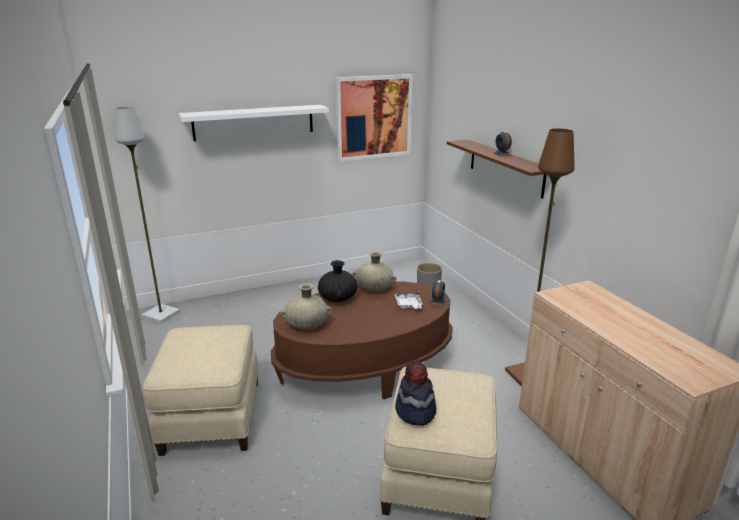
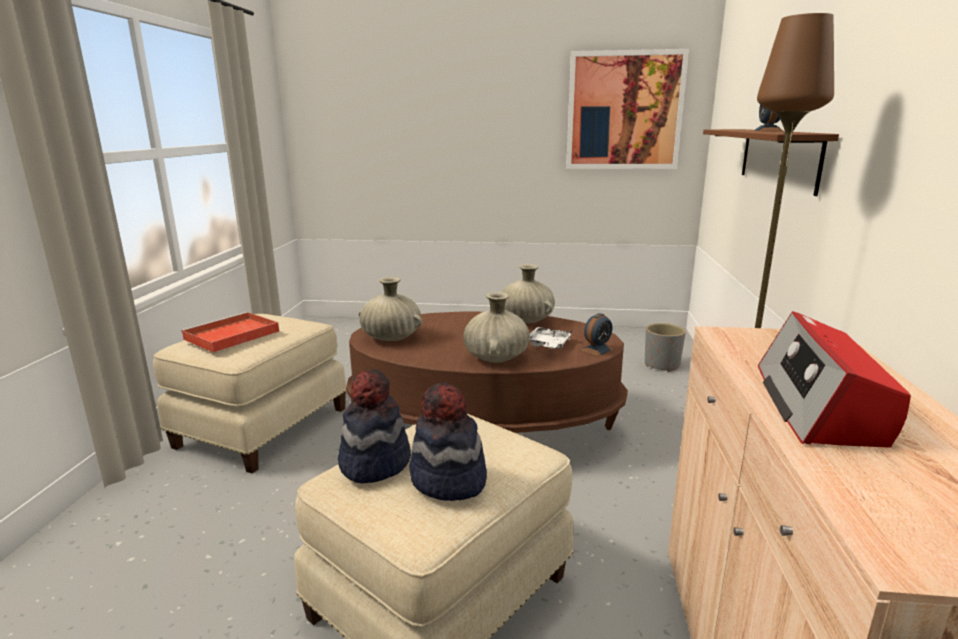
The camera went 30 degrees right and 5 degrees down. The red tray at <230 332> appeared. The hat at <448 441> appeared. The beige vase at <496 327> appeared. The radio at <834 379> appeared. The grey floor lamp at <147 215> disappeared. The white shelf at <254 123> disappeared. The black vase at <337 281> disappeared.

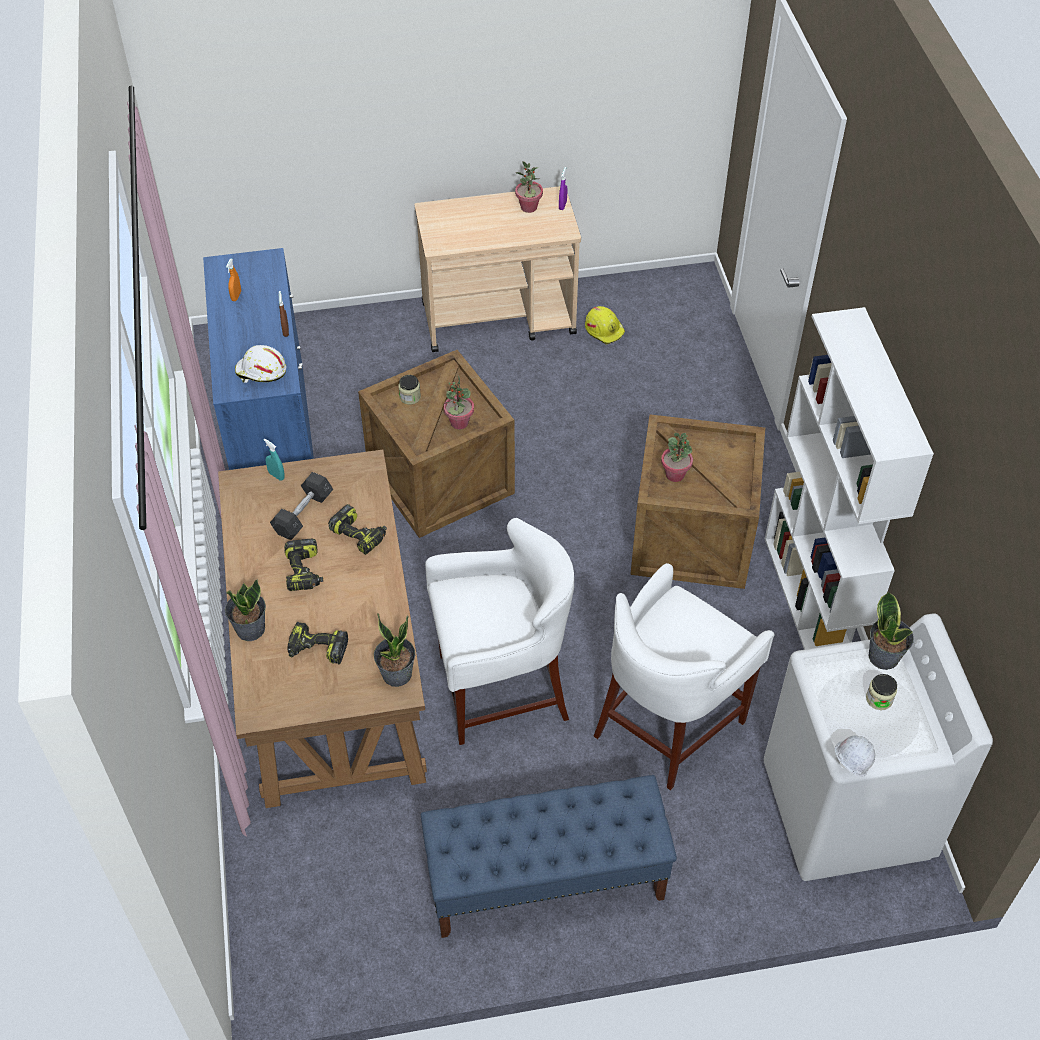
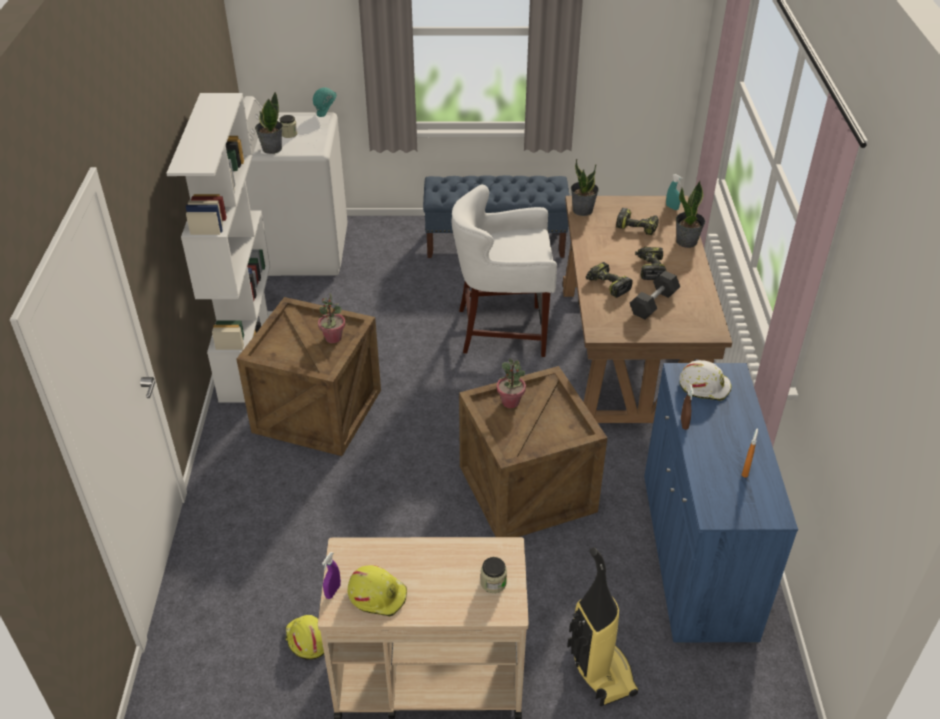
The camera went 170 degrees left and 10 degrees down. The white hard hat at <855 752> became the turquoise hard hat at <325 102>. The potted plant at <529 187> was replaced by the yellow hard hat at <377 591>. The jar moved from <410 390> to <494 575>. The vacuum cleaner at <602 627> appeared. The turquoise spray bottle moved from <274 460> to <674 192>. The white stool at <684 676> disappeared.

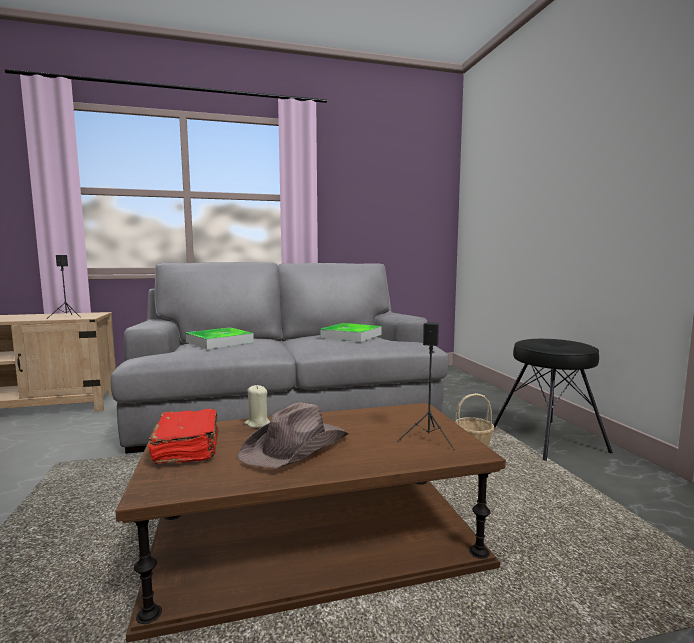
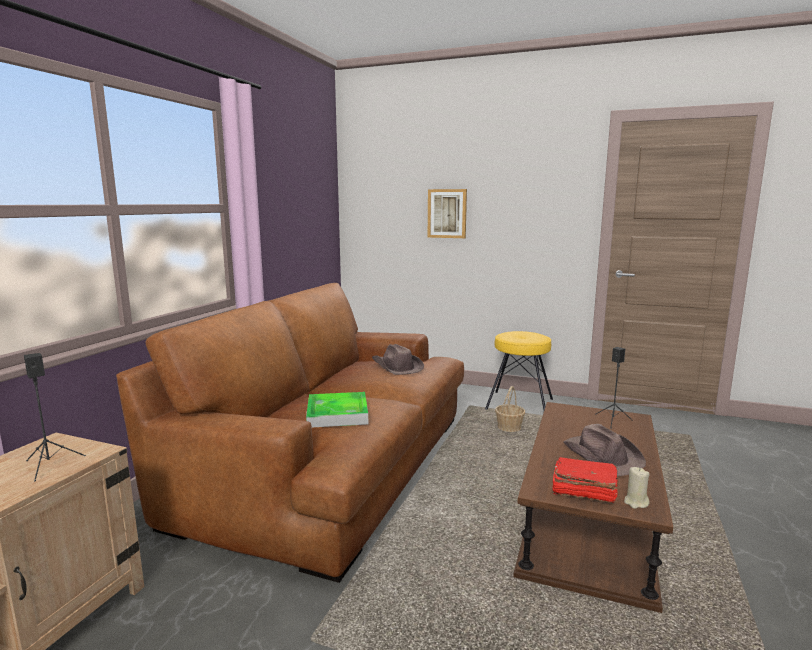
The camera went 55 degrees left and 5 degrees up. The grey sofa at <280 358> became the brown sofa at <290 433>. The tray at <351 332> was replaced by the brown hat at <398 359>. The picture at <447 213> appeared. The black stool at <553 400> became the yellow stool at <519 370>. The beige candle moved from <257 406> to <637 488>.

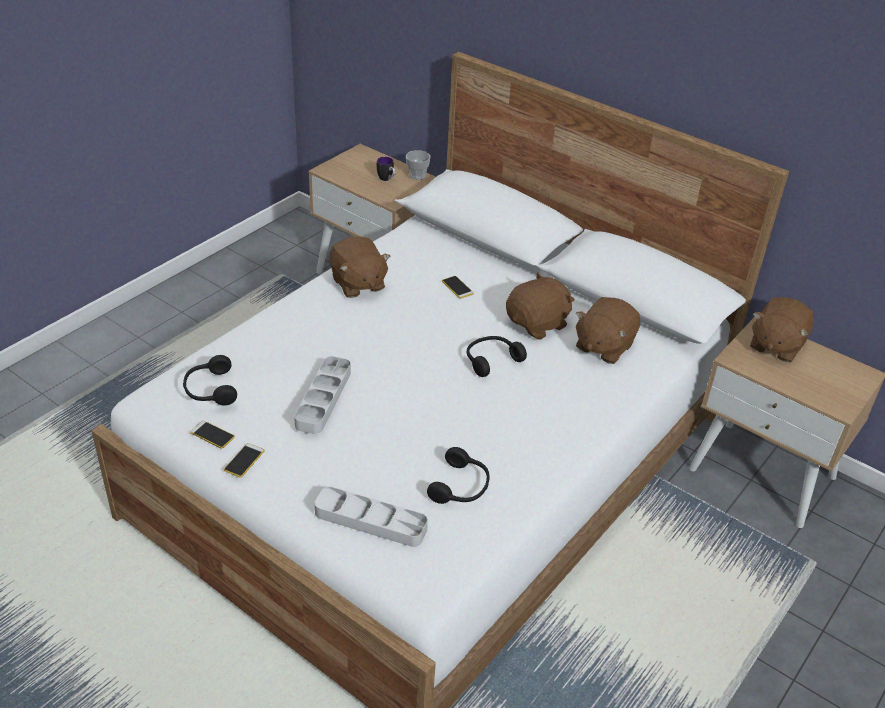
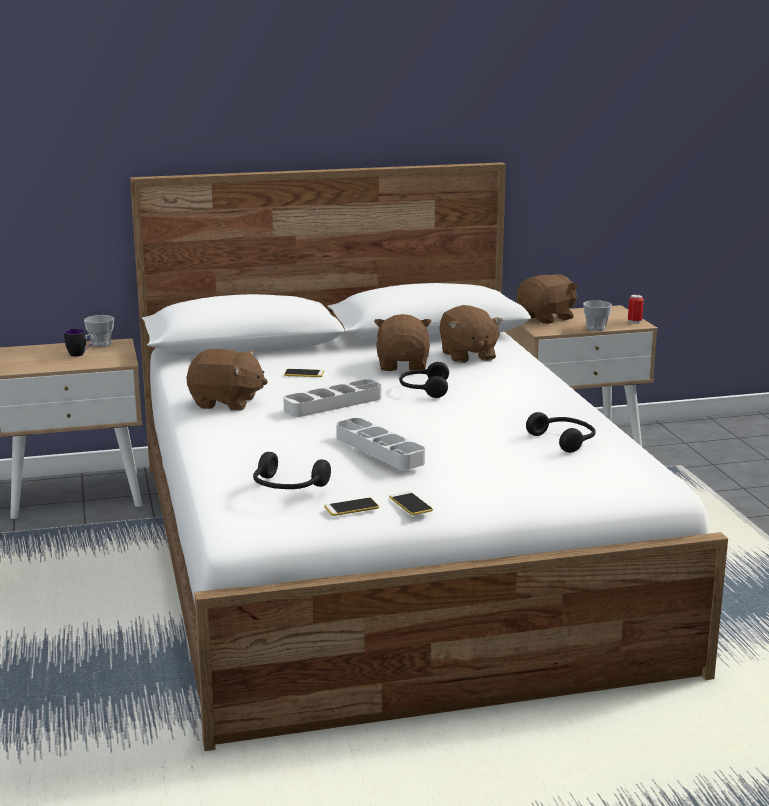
The camera went 50 degrees left and 20 degrees down. The grey tray moved from <371 517> to <332 398>. The brown plush toy at <781 329> turned 105 degrees counterclockwise. The cup at <597 315> appeared. The can at <636 309> appeared.

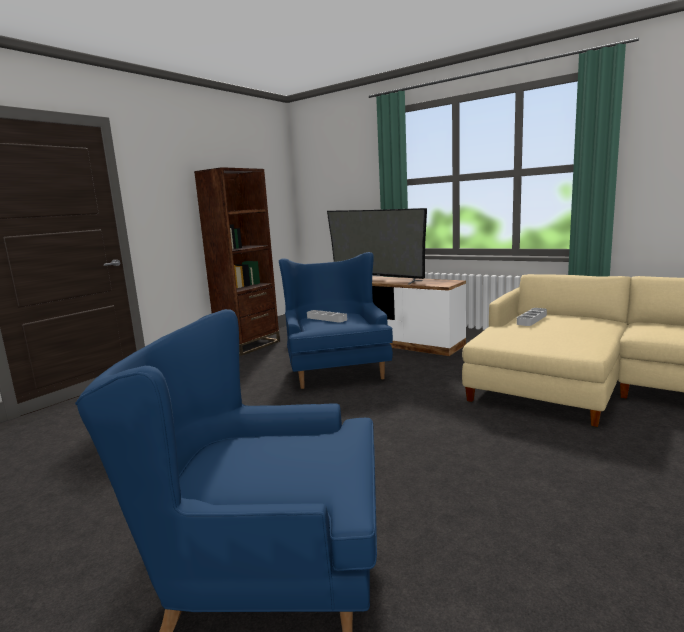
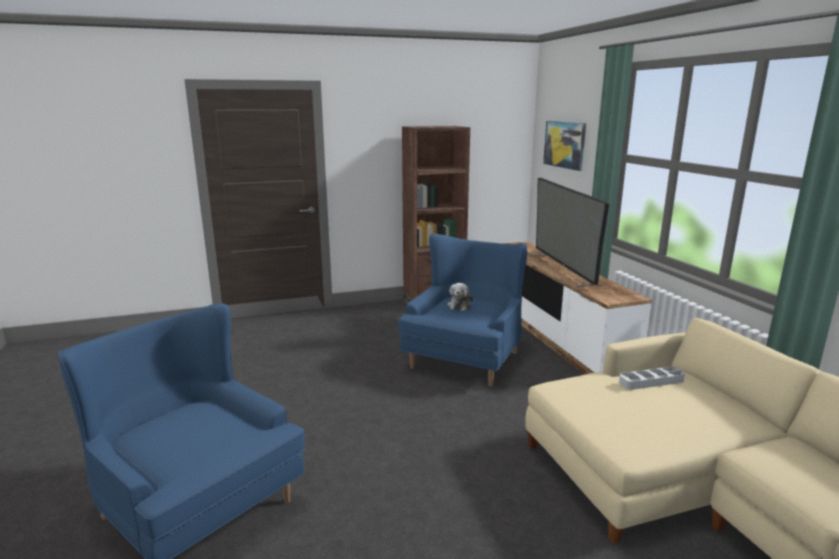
The camera went 35 degrees right and 5 degrees up. The grey tray at <327 316> was replaced by the plush toy at <460 297>. The picture at <564 146> appeared.

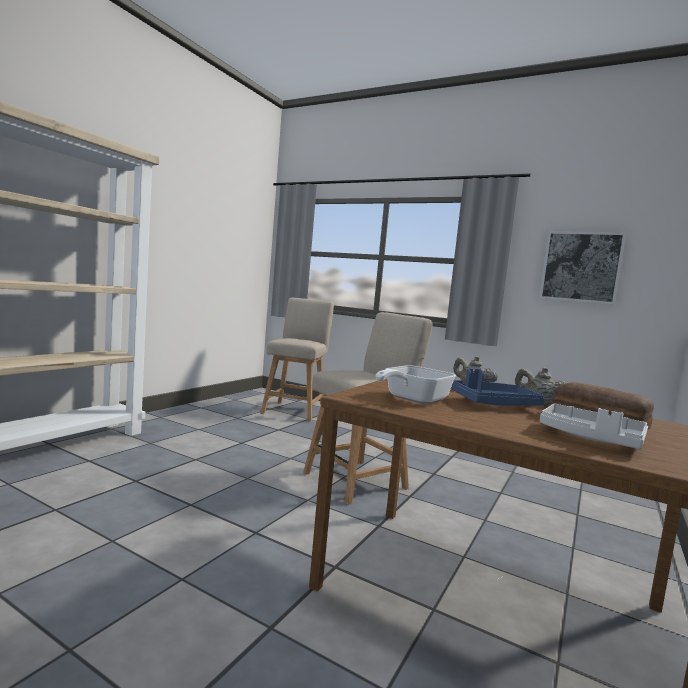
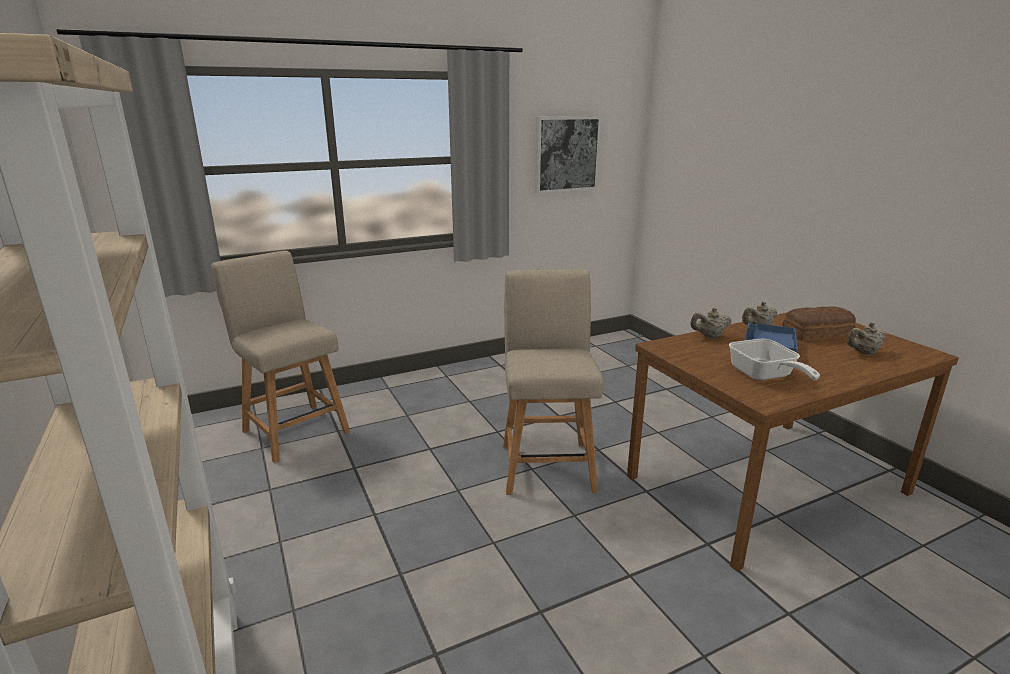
The camera went 55 degrees left and 15 degrees up. The grey tray at <594 426> was replaced by the beige teapot at <866 338>.

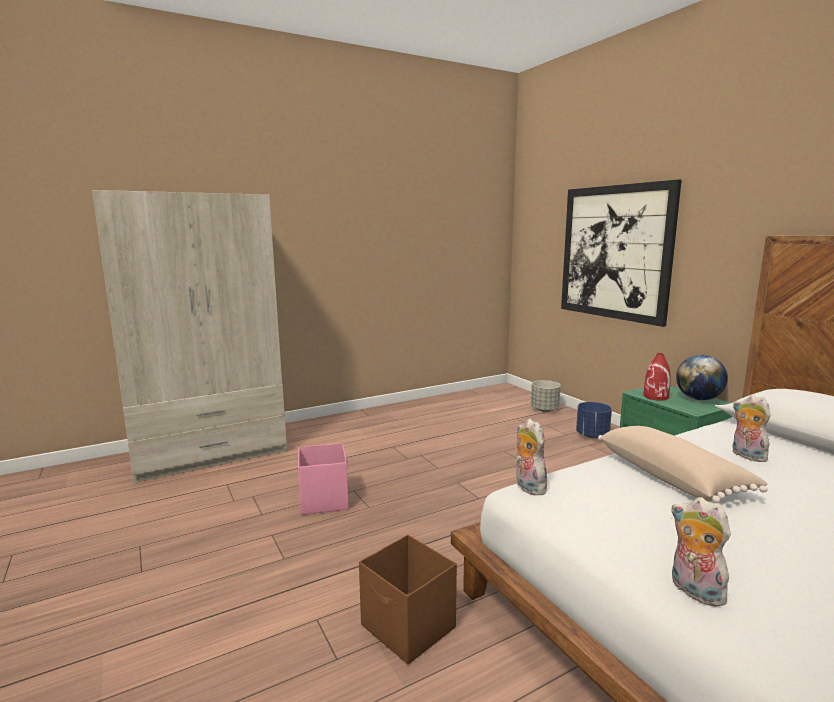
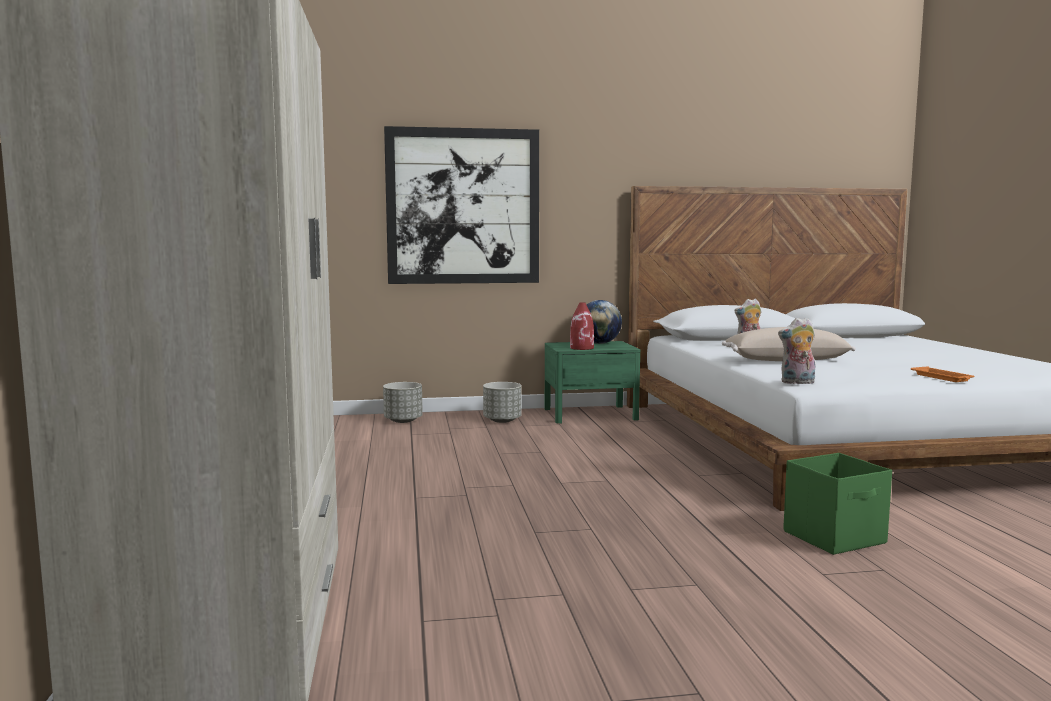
The camera went 70 degrees left and 5 degrees down. The blue planter at <594 420> became the grey planter at <502 402>. The brown storage box at <408 599> became the green storage box at <837 504>. The plush toy at <701 552> was replaced by the orange tray at <943 374>. The pink storage box at <323 479> disappeared.

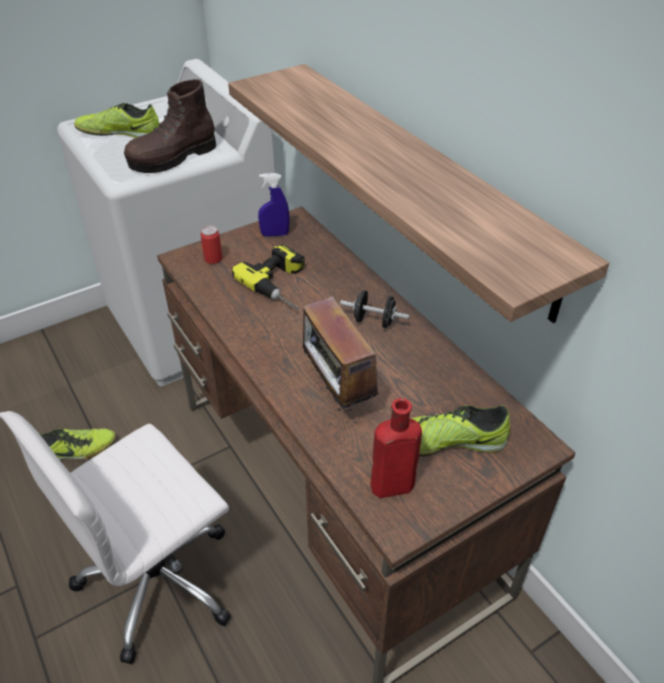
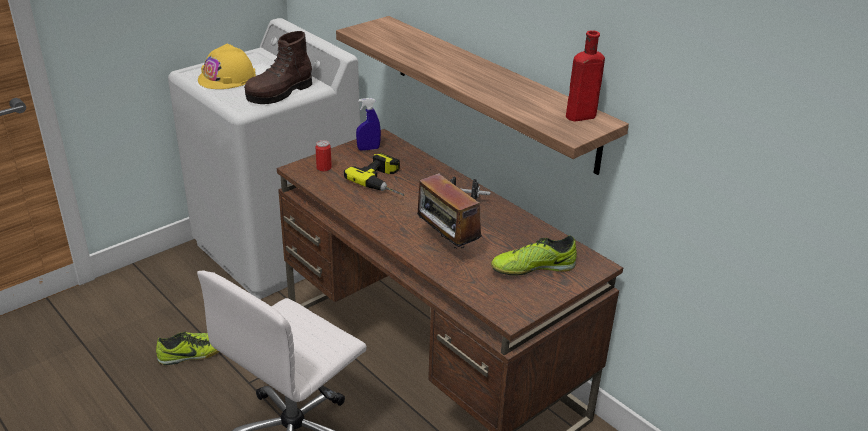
The camera went 10 degrees left and 10 degrees down. The shoe at <116 120> was replaced by the yellow hard hat at <227 66>. The red bottle moved from <396 448> to <585 76>.

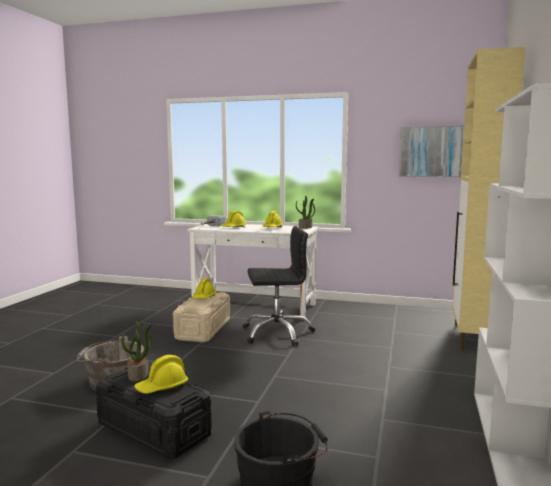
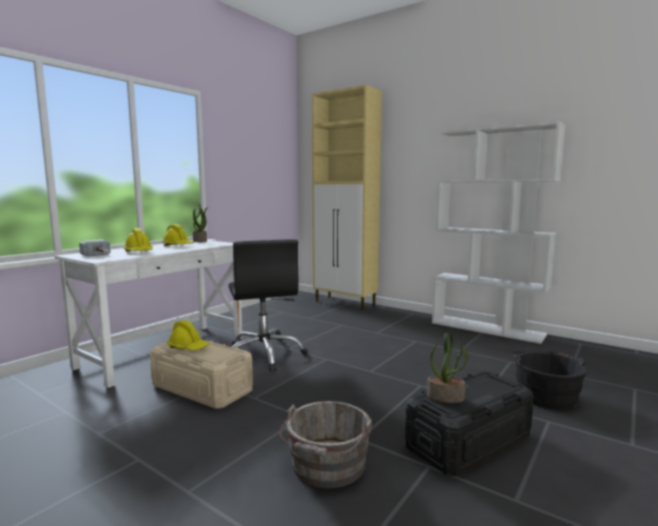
The camera went 70 degrees left and 0 degrees up. The black office chair at <278 286> turned 150 degrees clockwise. The yellow hard hat at <161 374> disappeared. The picture at <431 151> disappeared.

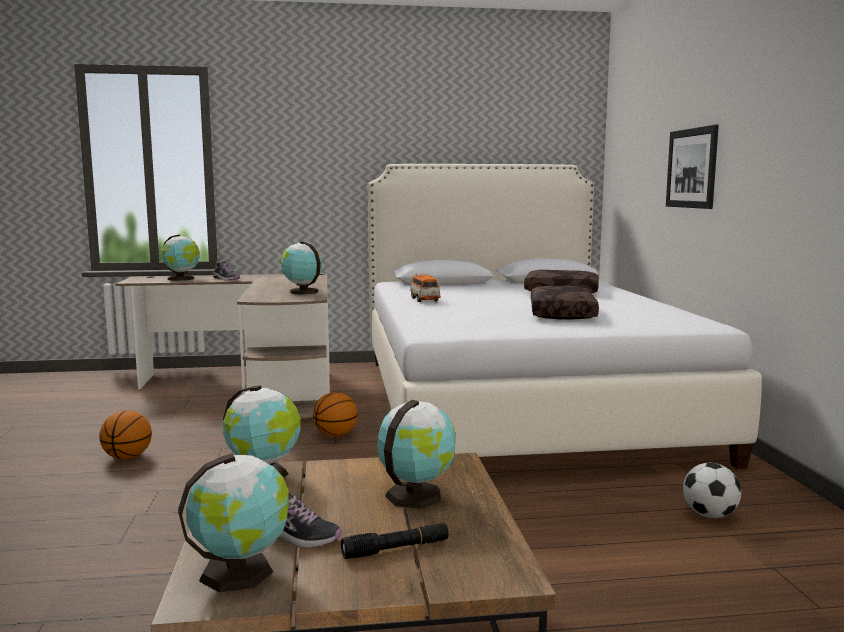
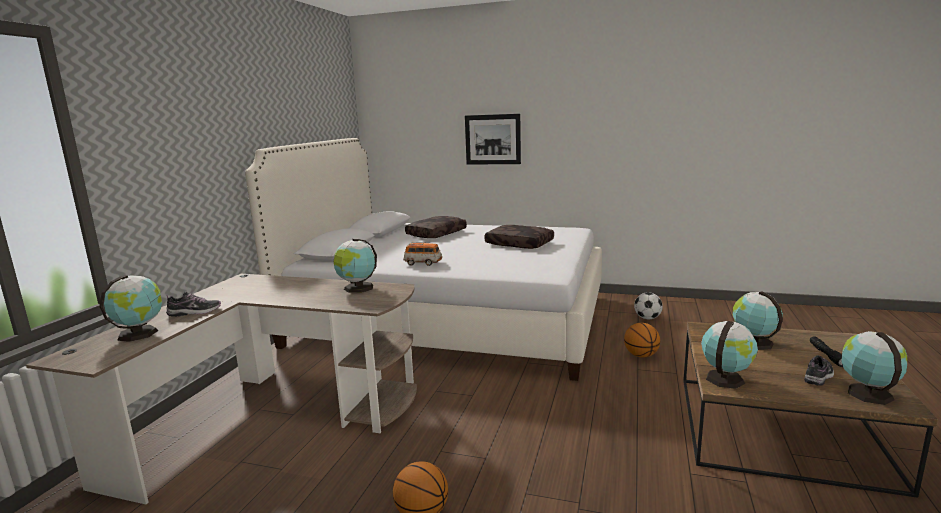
The camera went 65 degrees left and 5 degrees up. The basketball moved from <335 414> to <642 340>.

